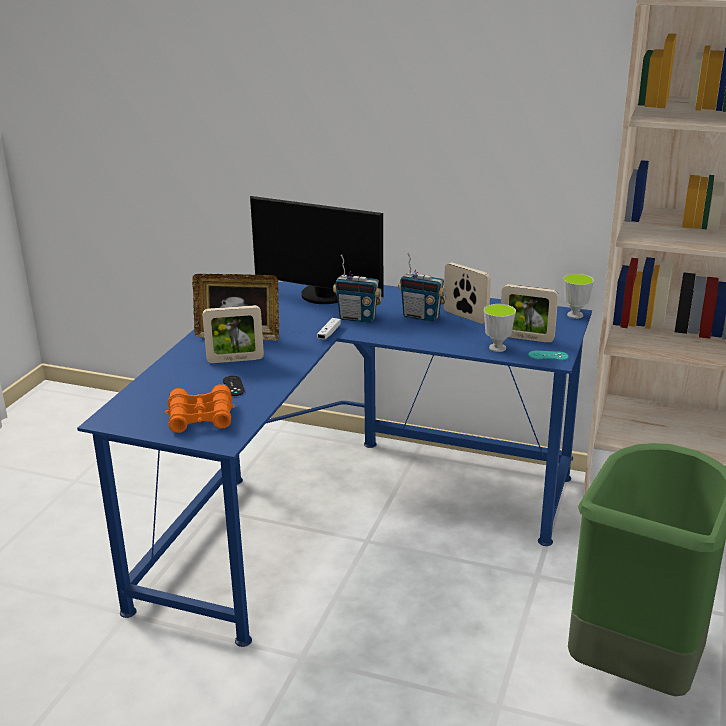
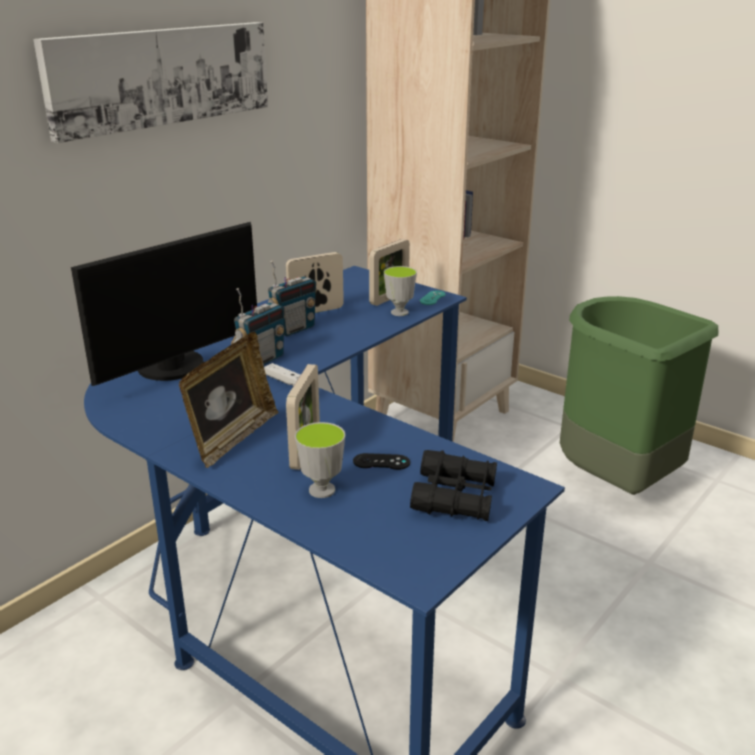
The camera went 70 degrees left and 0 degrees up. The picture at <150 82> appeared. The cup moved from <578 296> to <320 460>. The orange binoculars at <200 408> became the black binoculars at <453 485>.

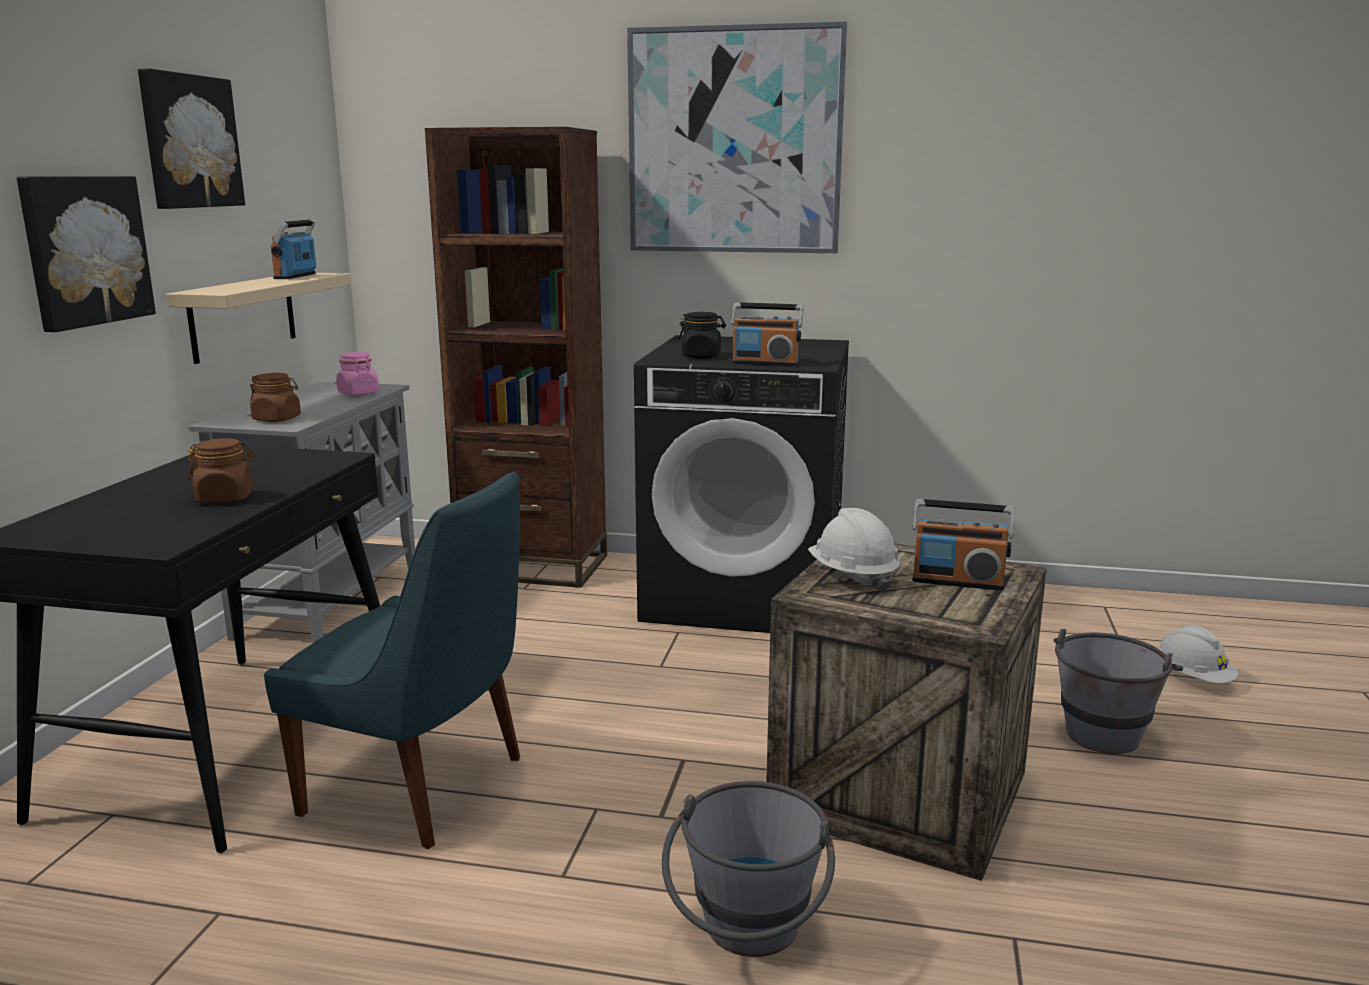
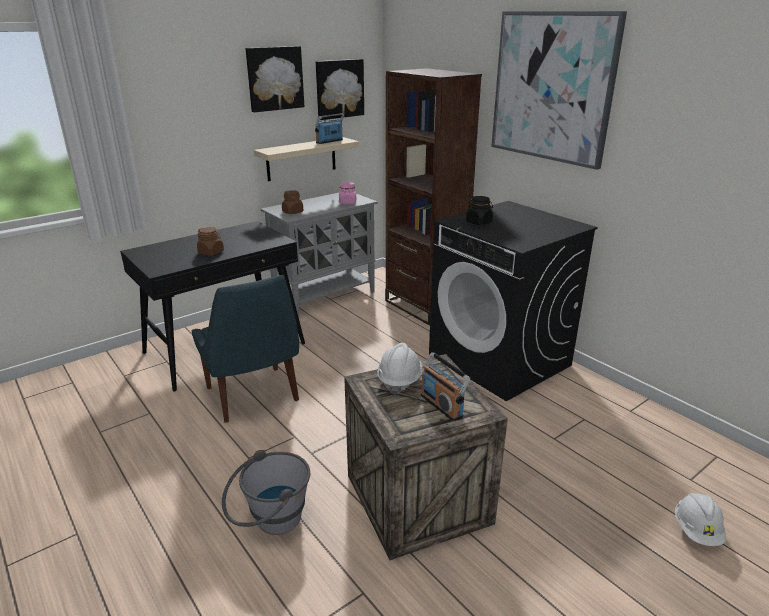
The camera went 40 degrees right and 10 degrees up. The picture moved from <86 254> to <340 89>. The radio at <767 334> disappeared. The grey bucket at <1118 691> disappeared.

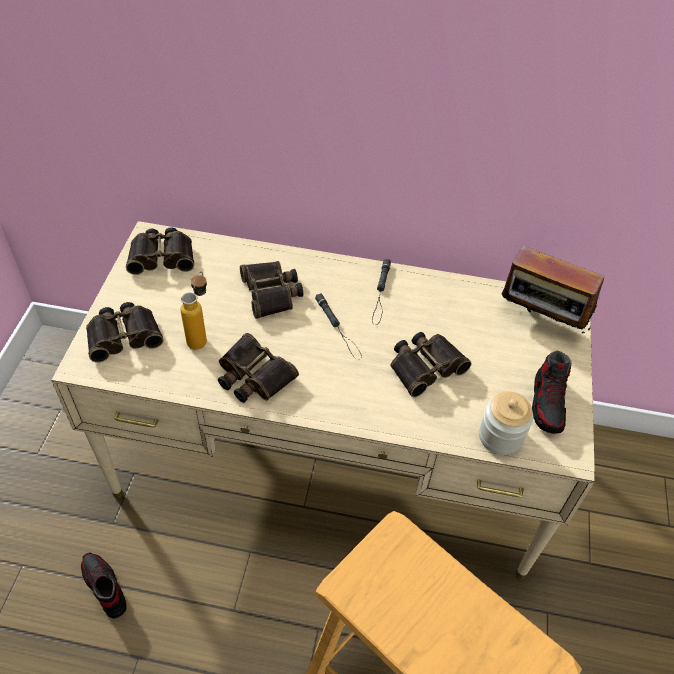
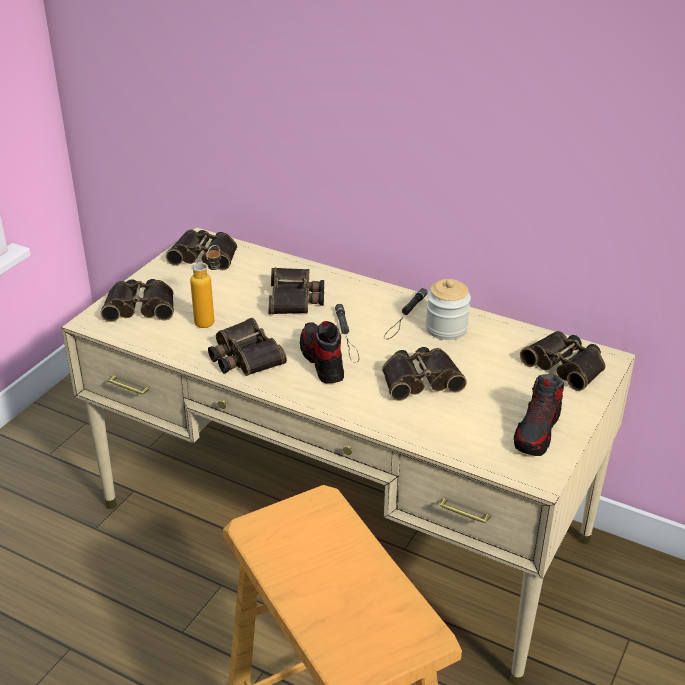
The camera went 20 degrees right and 15 degrees down. The shoe moved from <104 585> to <322 352>. The jar moved from <506 423> to <448 309>. The radio at <553 289> was replaced by the binoculars at <562 361>.

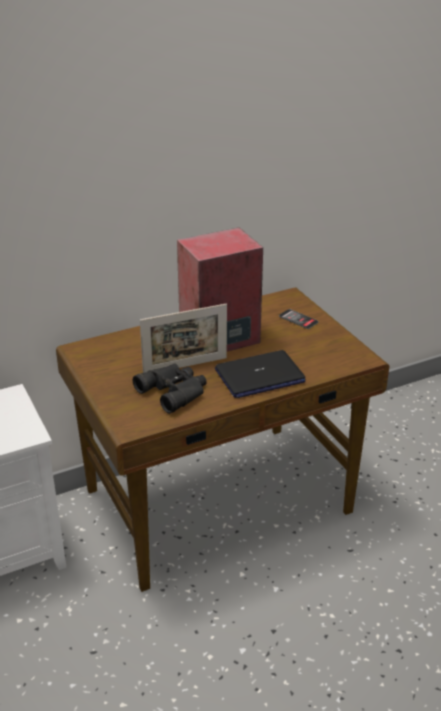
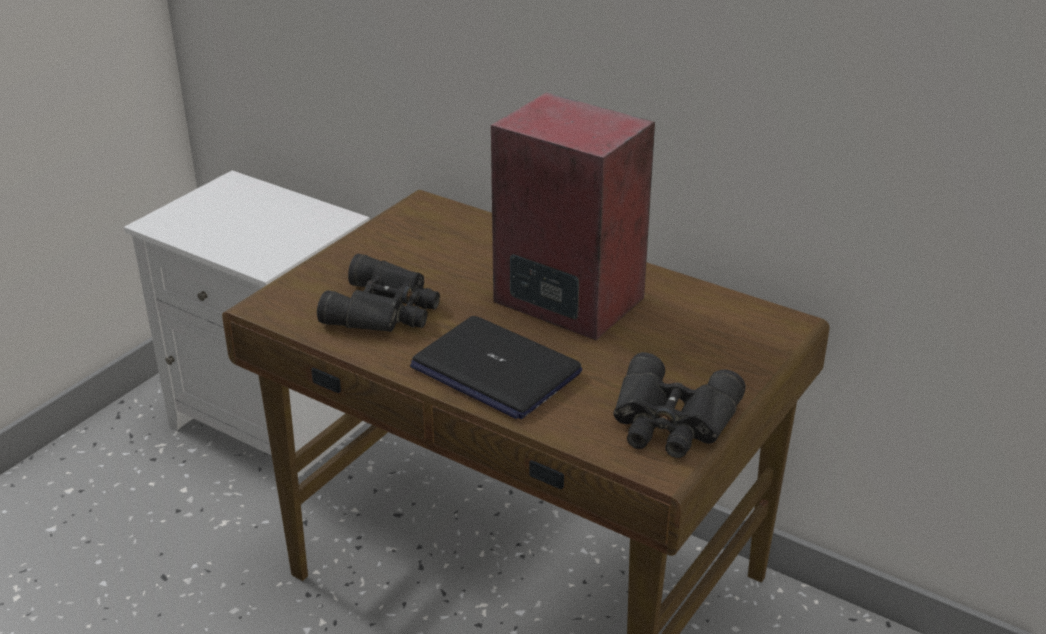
The camera went 60 degrees right and 0 degrees up. The black binoculars at <679 405> appeared. The picture frame at <183 338> disappeared. The phone at <299 319> disappeared.

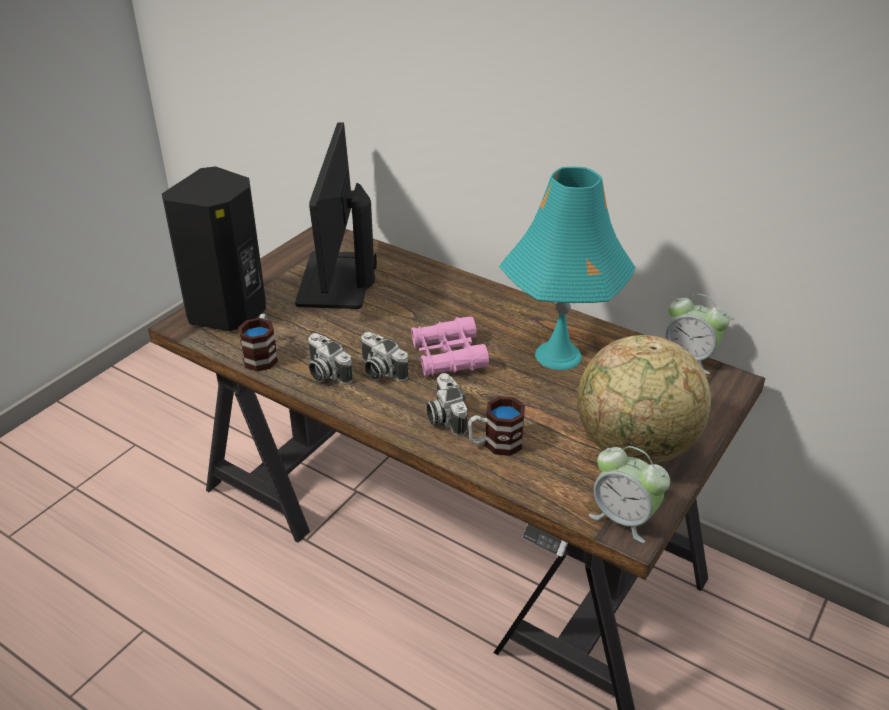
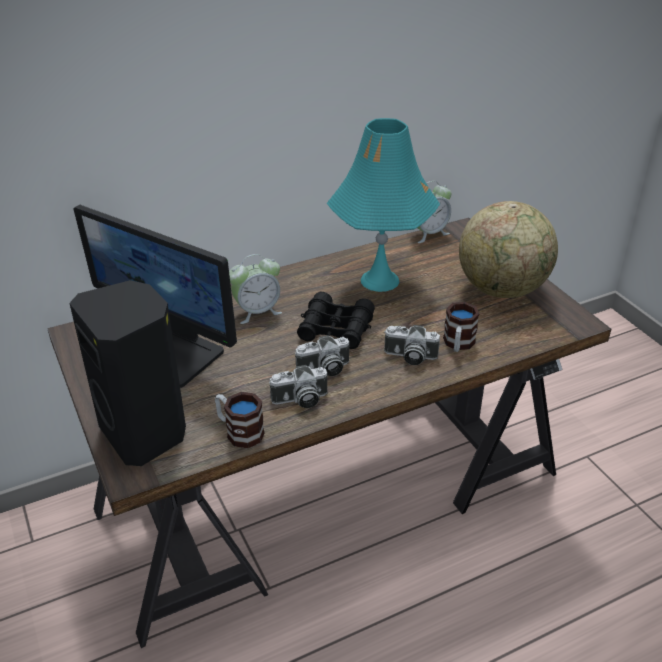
The camera went 60 degrees left and 0 degrees up. The alarm clock moved from <629 494> to <255 289>. The pink binoculars at <450 347> became the black binoculars at <336 320>.

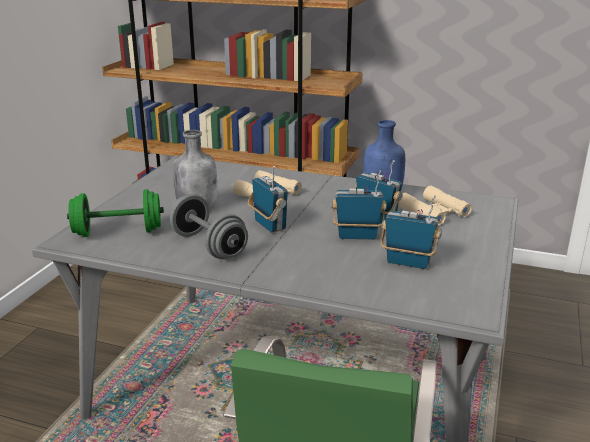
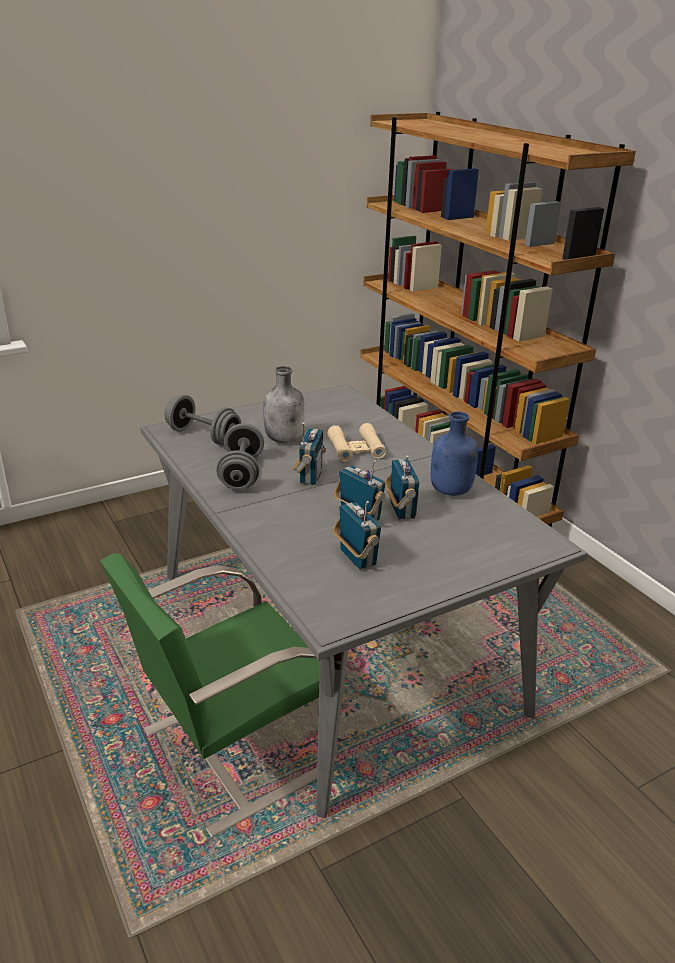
The camera went 40 degrees right and 5 degrees up. The green dumbbell at <115 213> became the grey dumbbell at <202 419>. The beige binoculars at <435 205> disappeared.

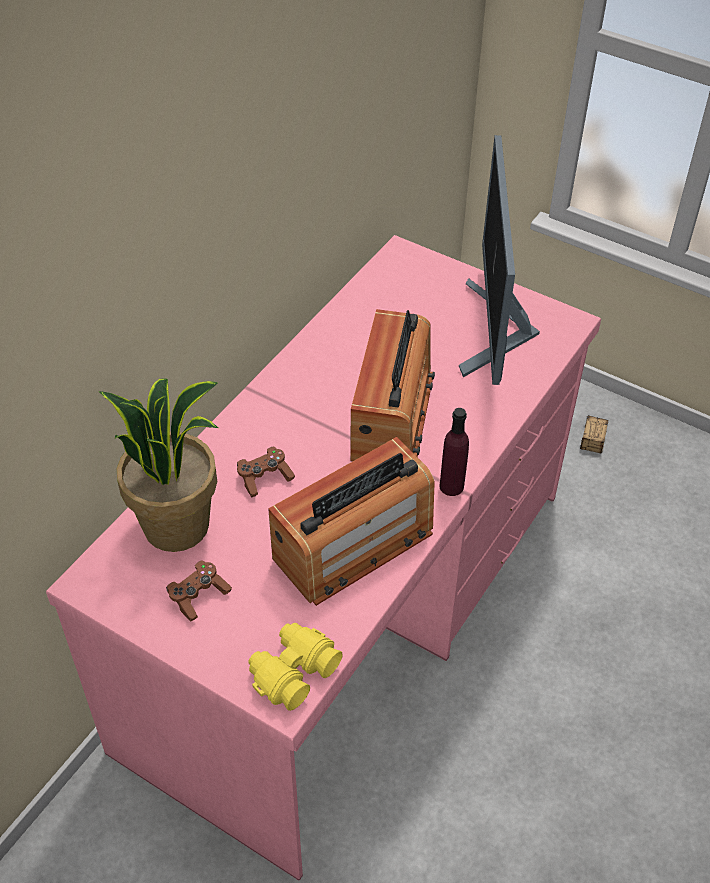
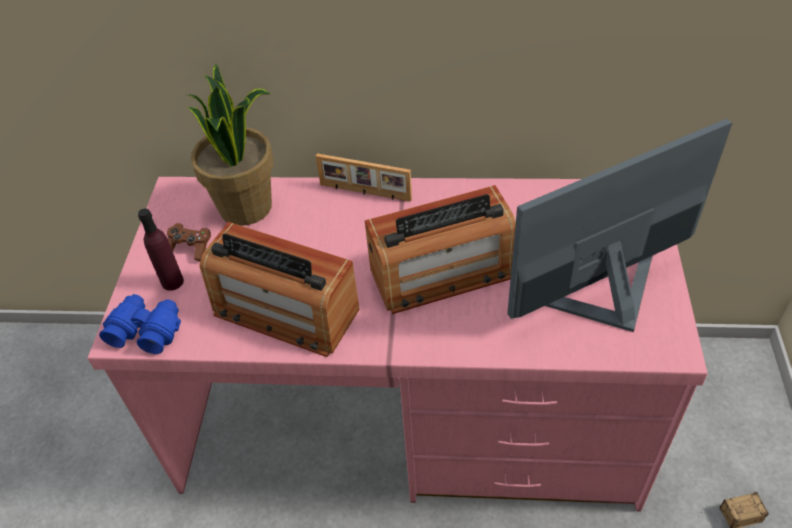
The camera went 65 degrees right and 0 degrees up. The yellow binoculars at <295 667> became the blue binoculars at <140 324>. The purple bottle moved from <454 452> to <161 249>. The picture frame at <364 177> appeared. The brown game controller at <266 472> disappeared.

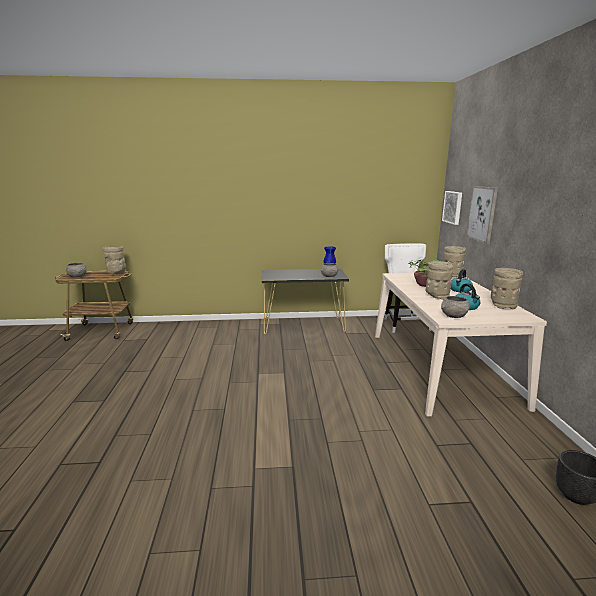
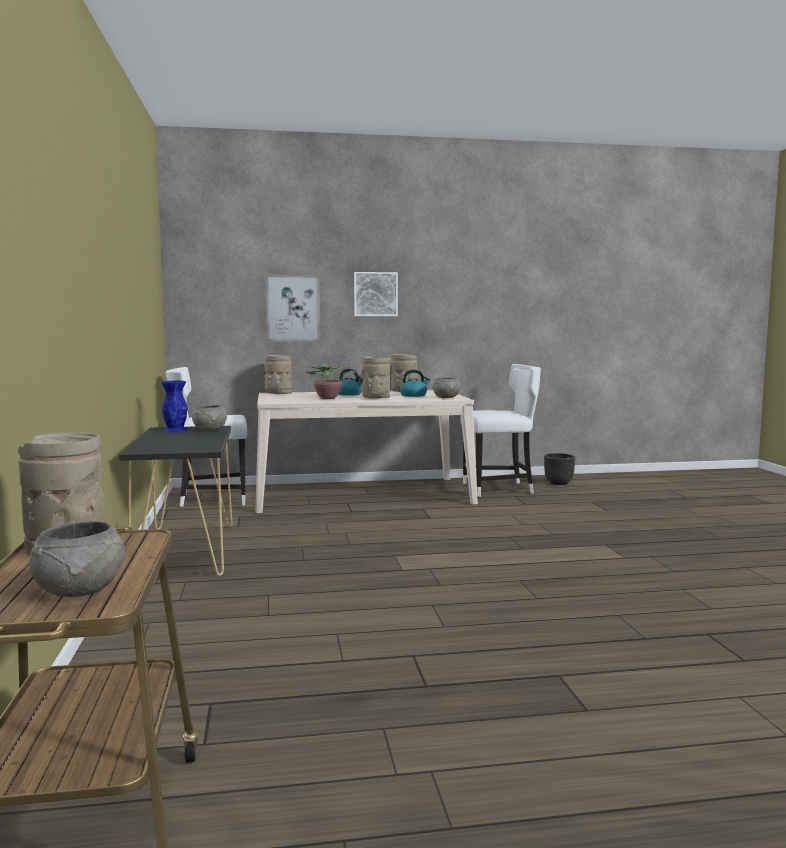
The camera went 95 degrees left and 10 degrees down. The picture moved from <452 208> to <376 294>. The white chair at <500 430> appeared.

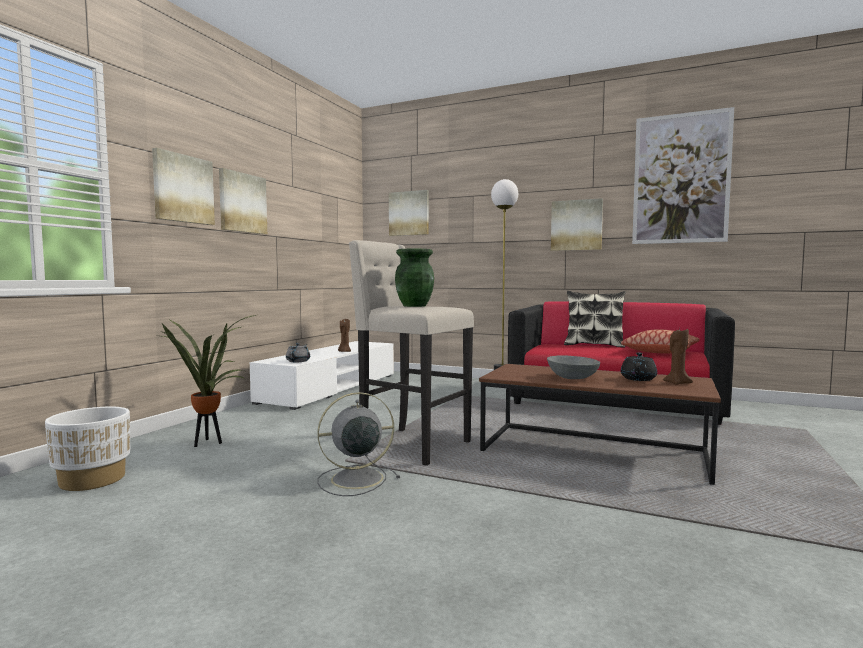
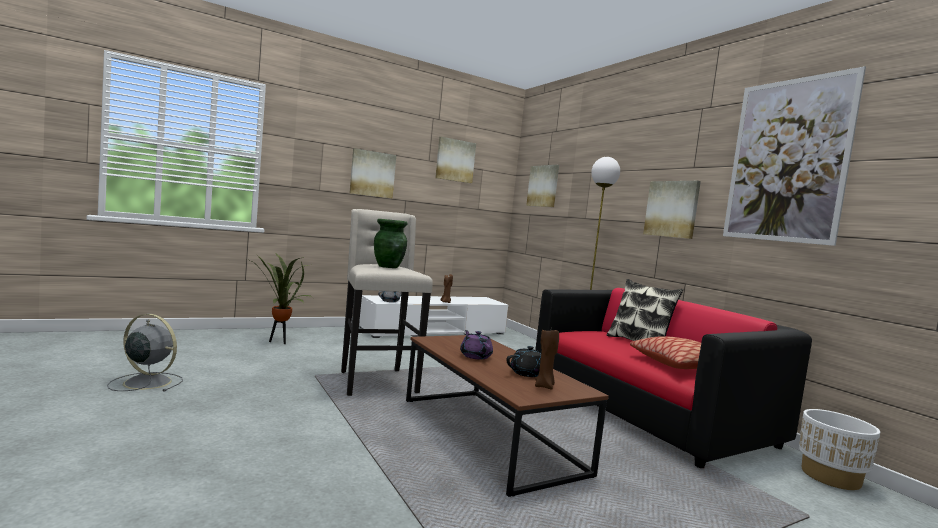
The camera went 35 degrees right and 0 degrees up. The grey fan moved from <358 444> to <145 353>. The picture moved from <183 186> to <455 160>. The grey bowl at <573 367> was replaced by the purple teapot at <476 344>. The white planter moved from <87 449> to <839 449>.

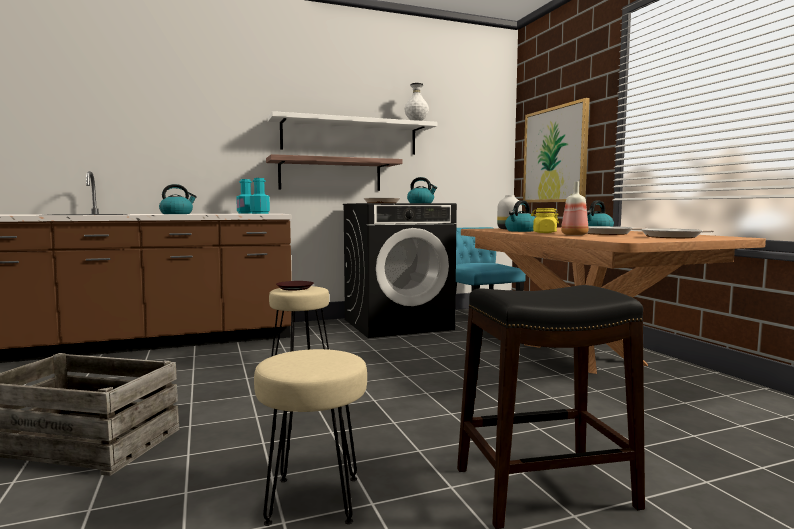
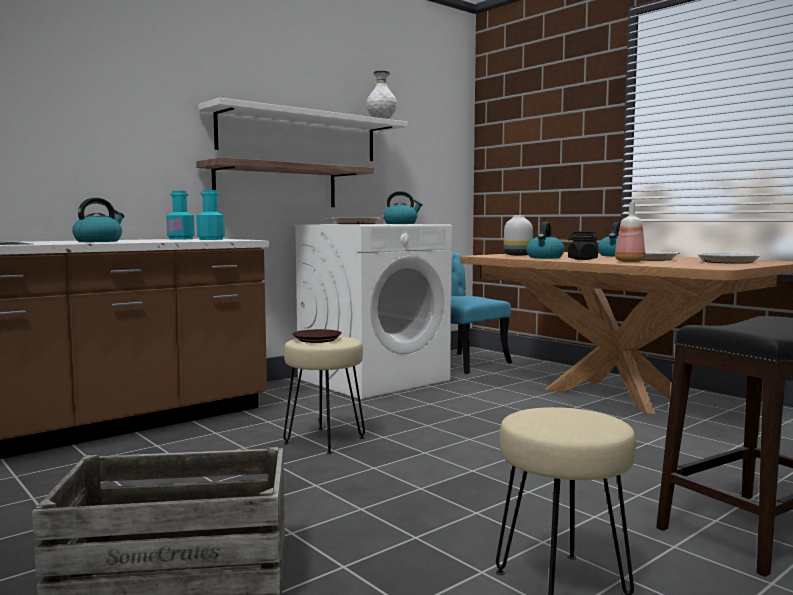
The camera went 20 degrees left and 0 degrees up. The black washing machine at <400 270> became the white washing machine at <372 311>. The yellow jar at <545 220> became the black jar at <583 245>. The picture at <556 150> disappeared.

